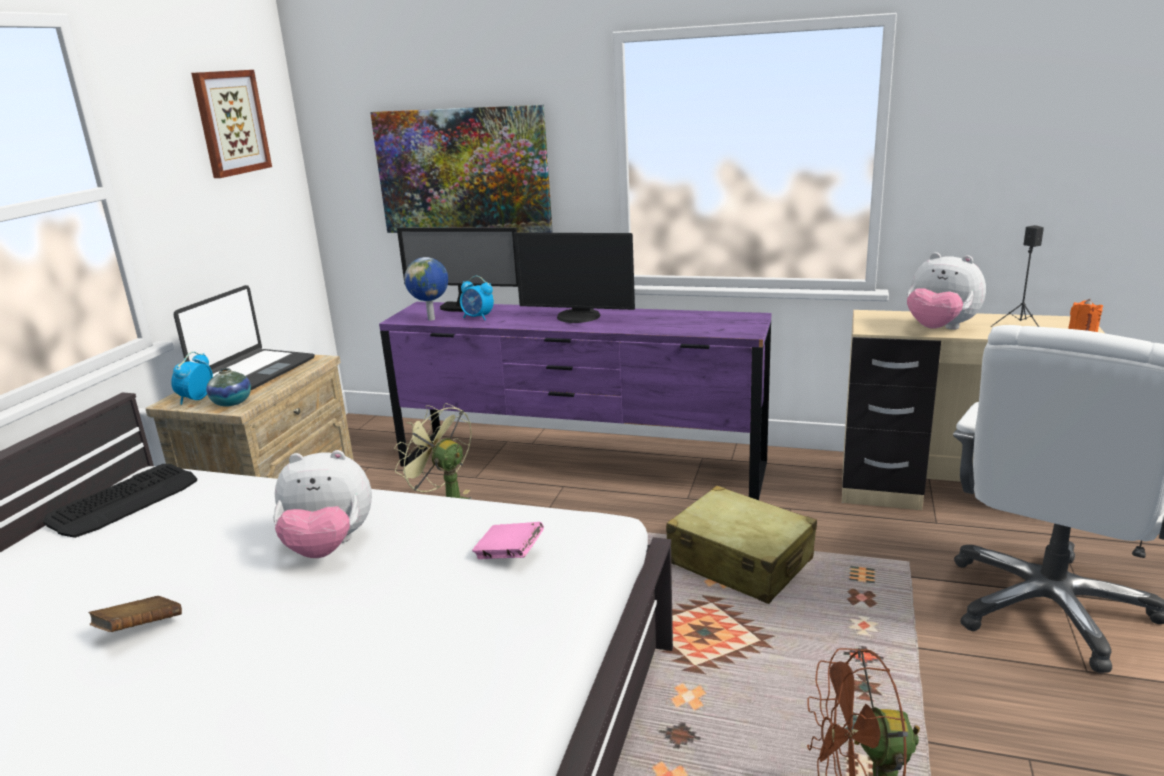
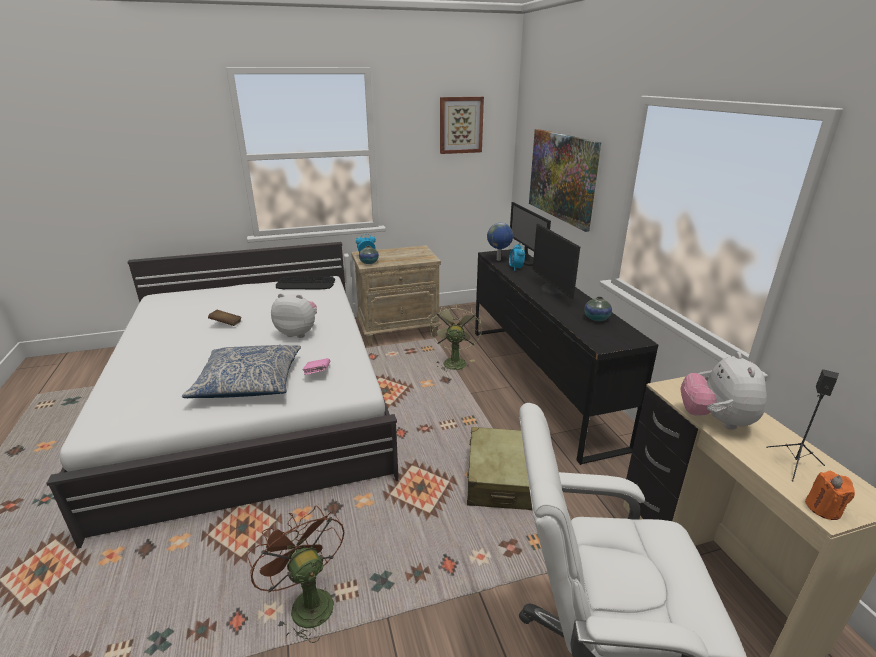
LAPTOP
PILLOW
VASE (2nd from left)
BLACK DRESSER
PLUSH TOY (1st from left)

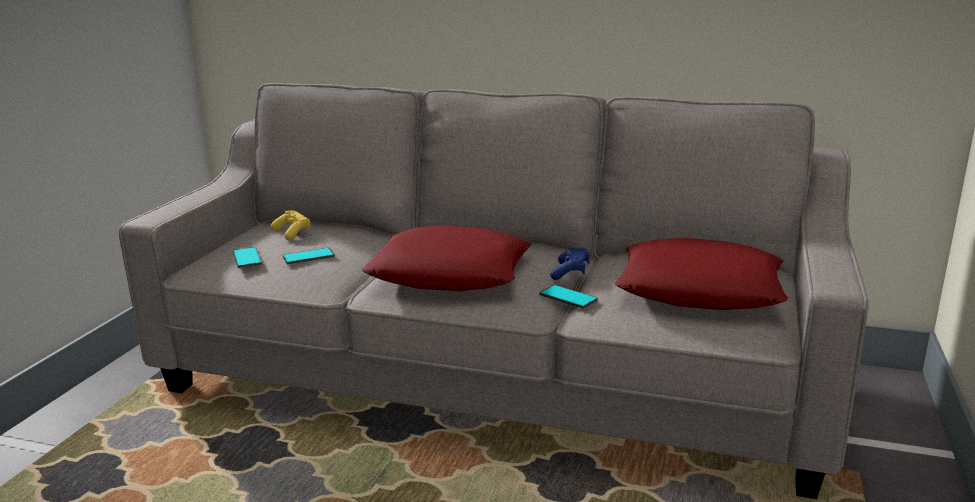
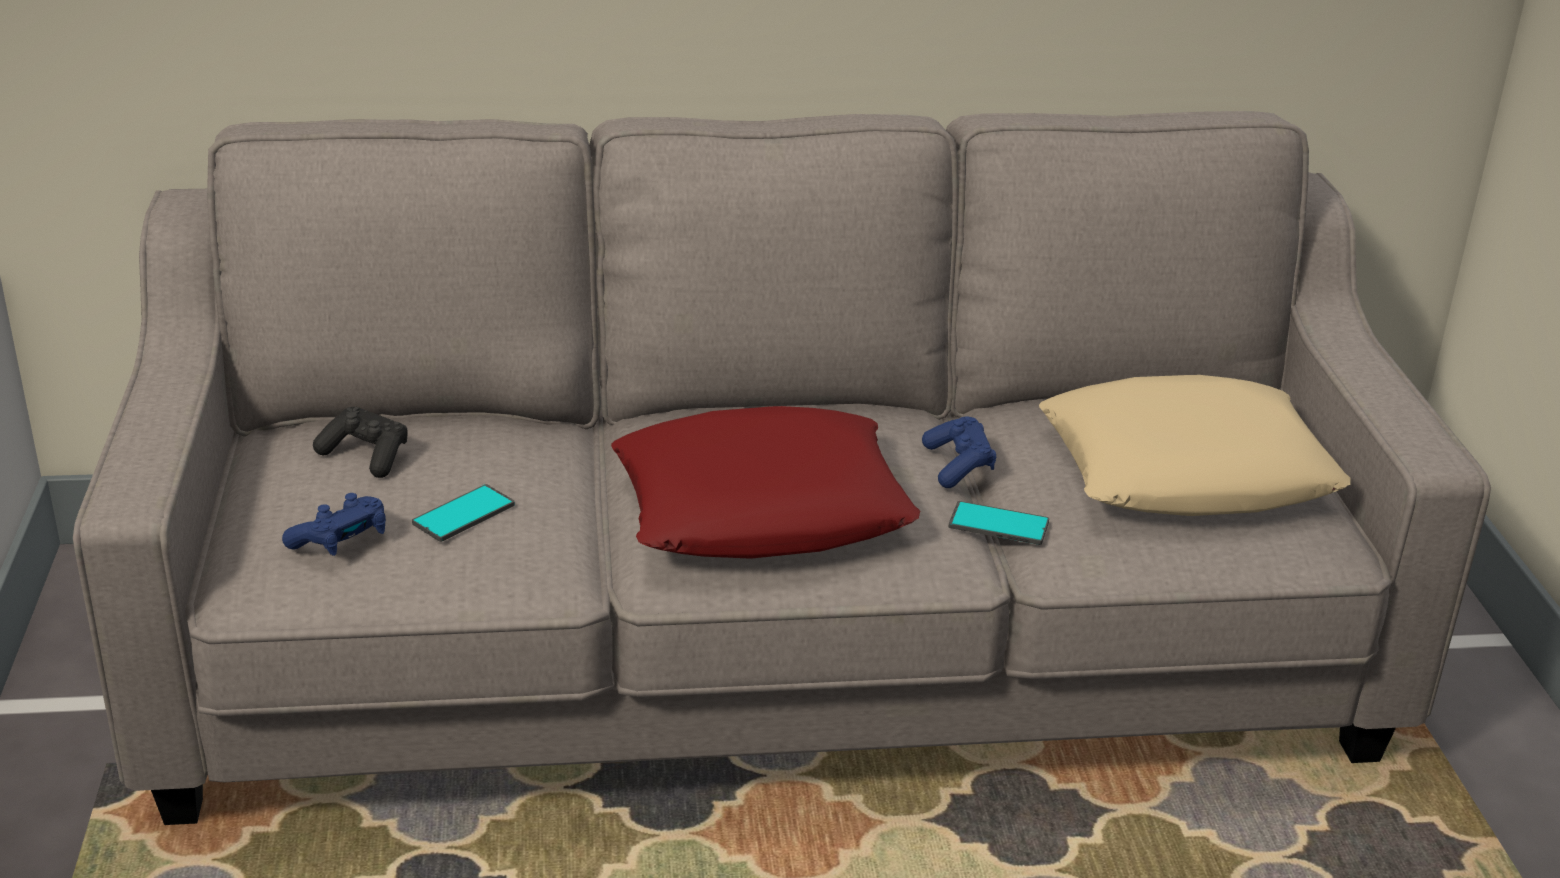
BLUE GAME CONTROLLER (1st from left)
BLACK GAME CONTROLLER
BEIGE PILLOW

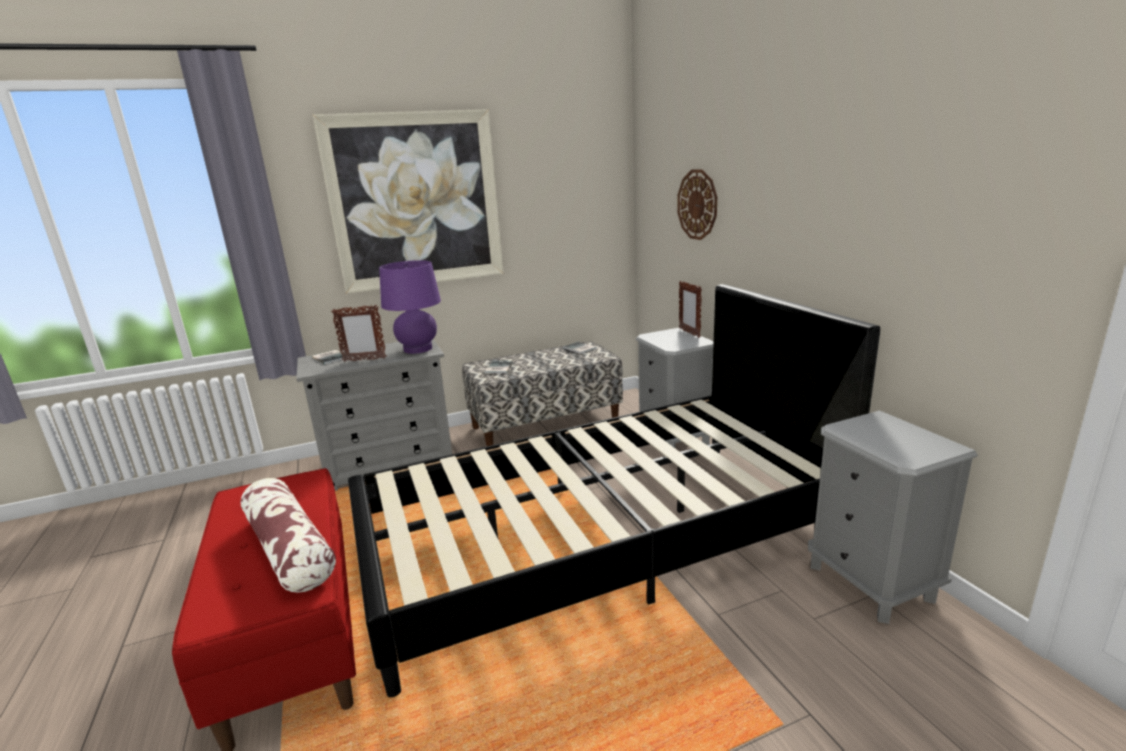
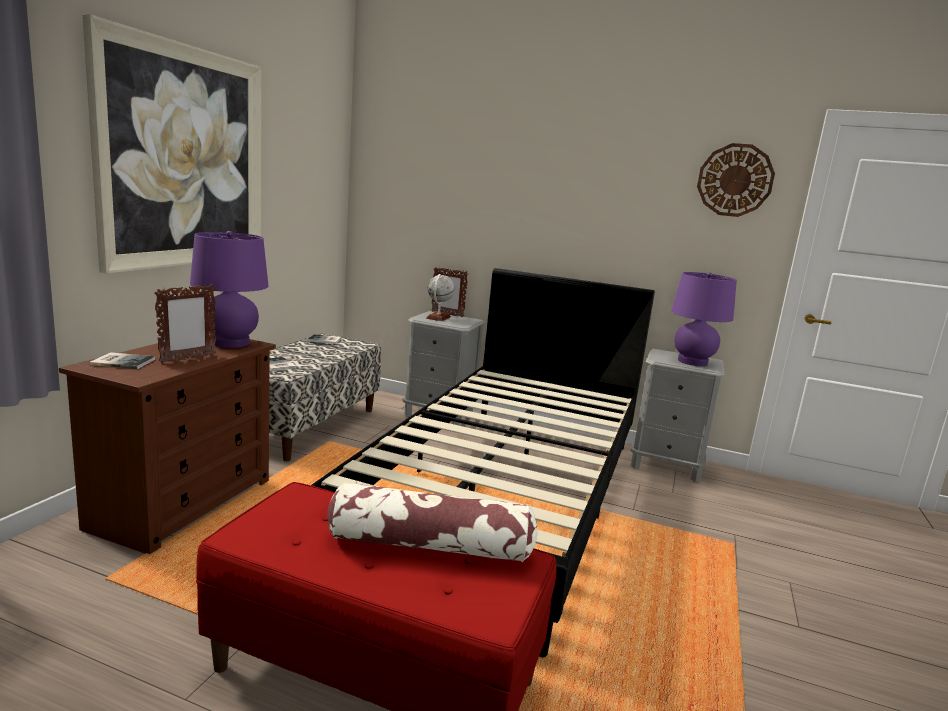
GLOBE
PURPLE TABLE LAMP (2nd from left)
WALL CLOCK
BROWN DRESSER

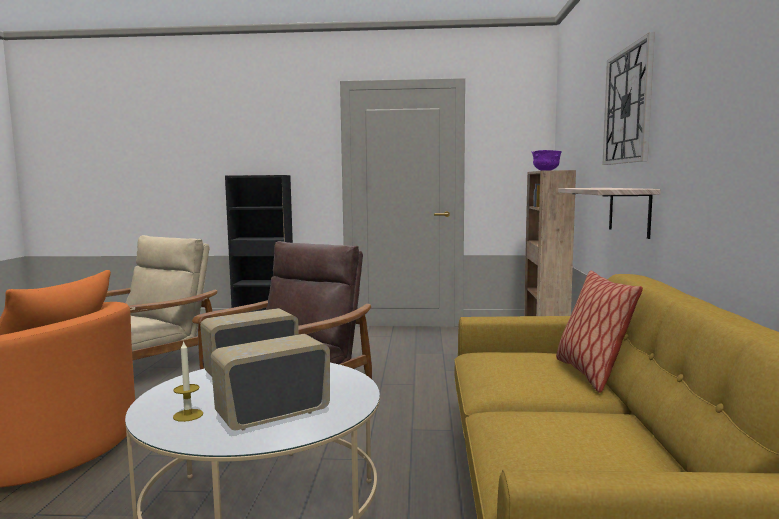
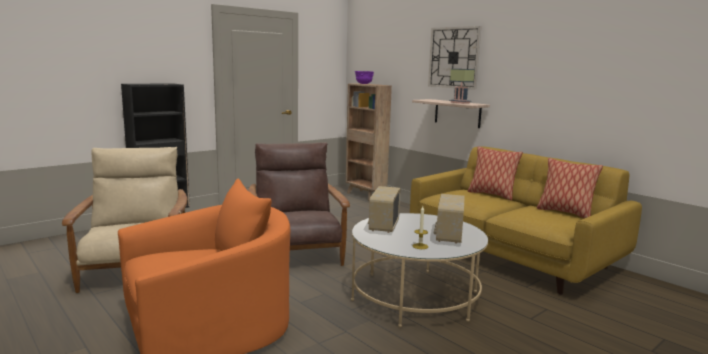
TABLE LAMP
PILLOW (2nd from left)

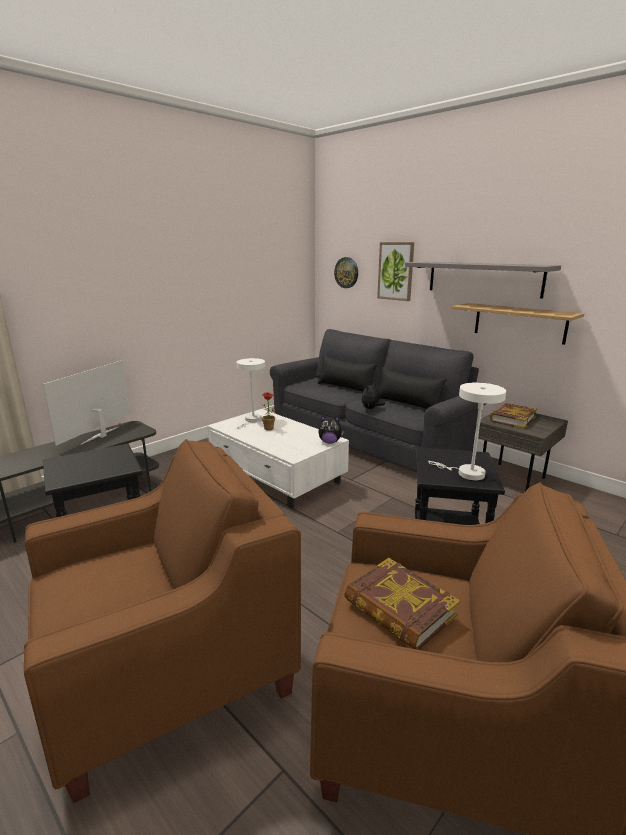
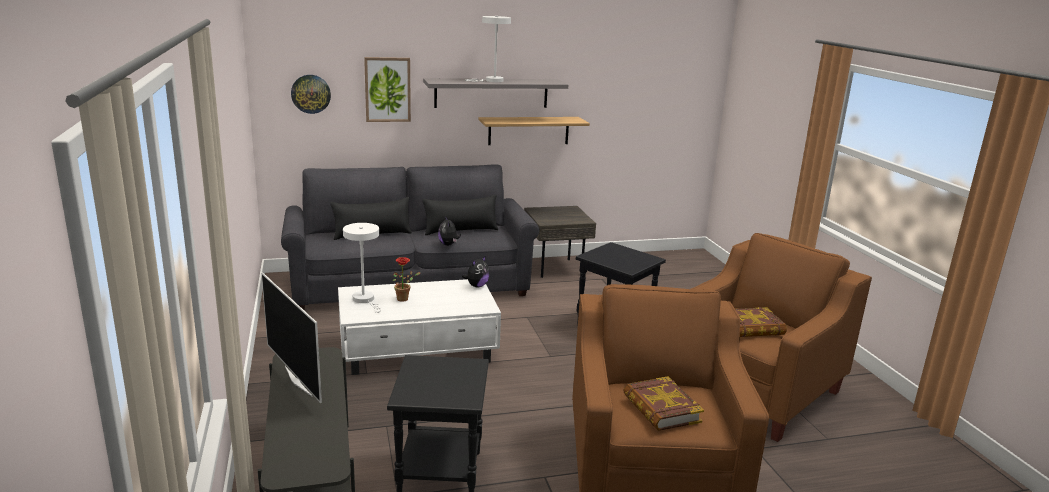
WHITE TABLE LAMP (2nd from left)
BOOK (1st from left)

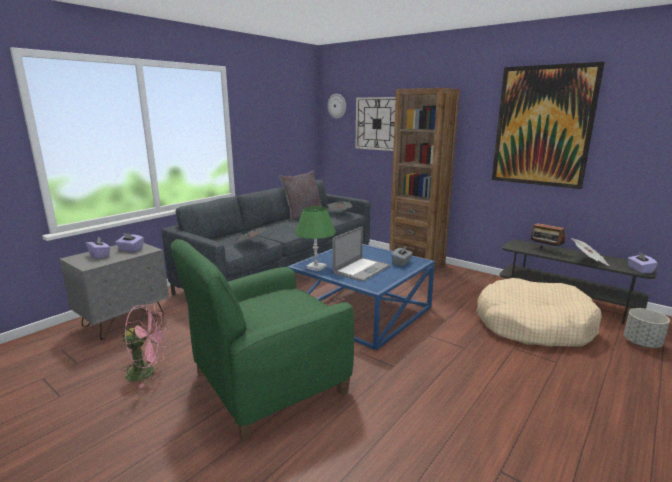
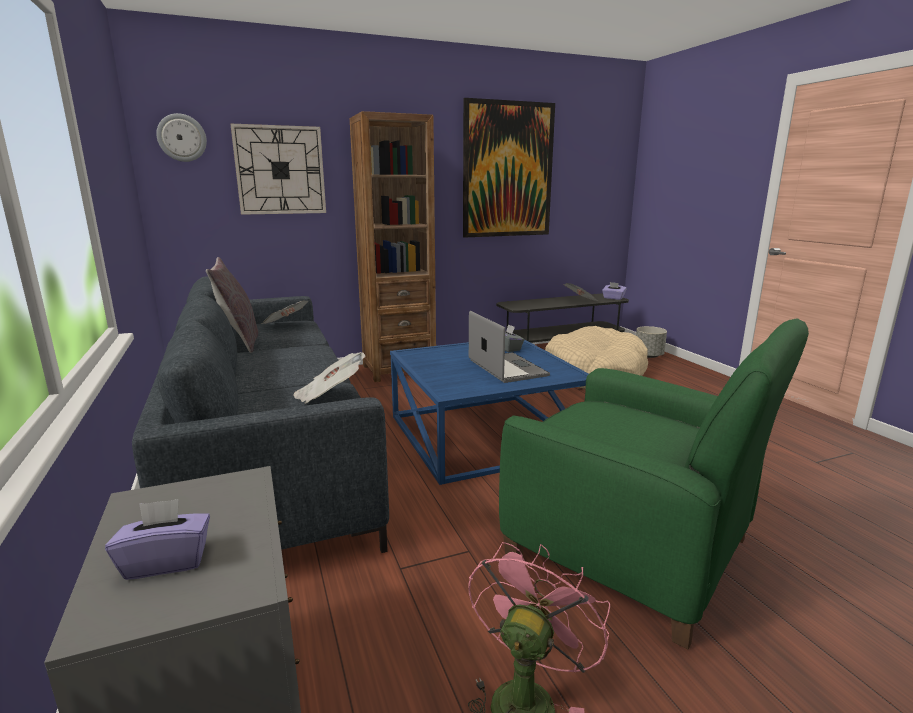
PURPLE TISSUE BOX (2nd from left in the first image)
GREEN TABLE LAMP
RADIO
GREEN ARMCHAIR

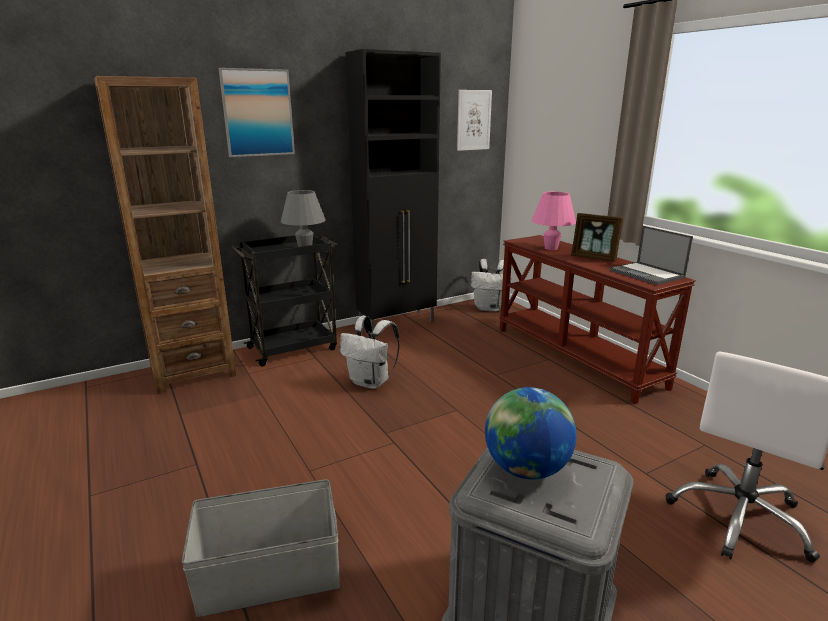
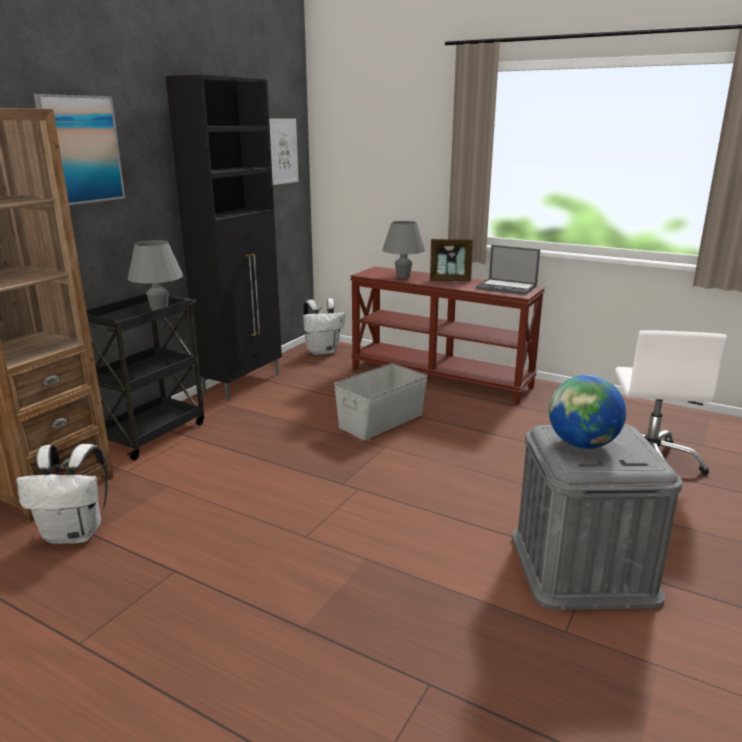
GREY STORAGE BOX (1st from left)
WHITE BACKPACK (1st from left)
GREY TABLE LAMP (2nd from left)

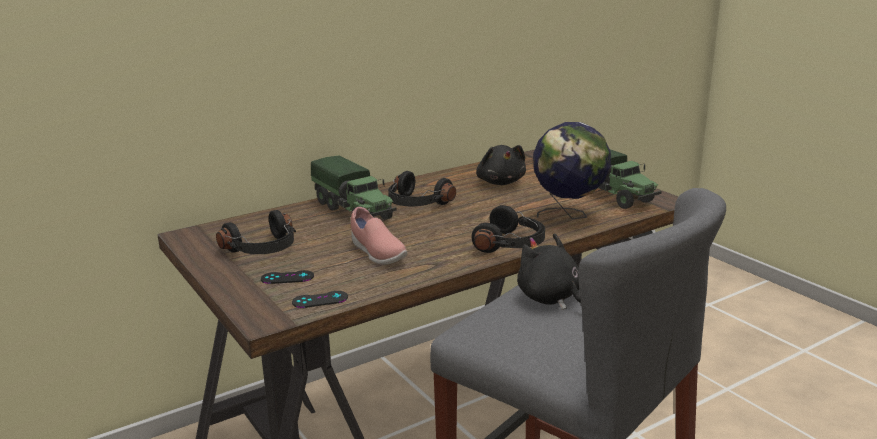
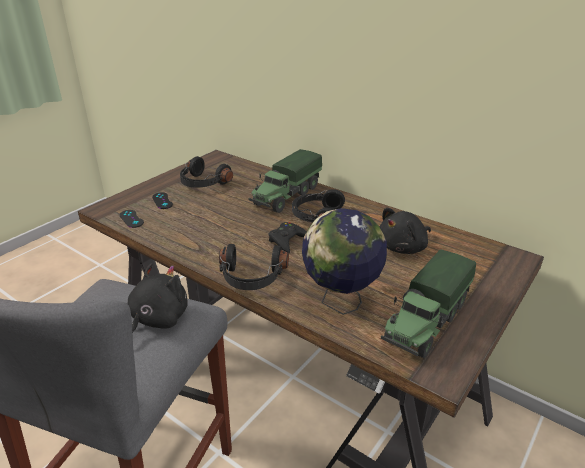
PINK SHOE
BLACK GAME CONTROLLER (3rd from left)

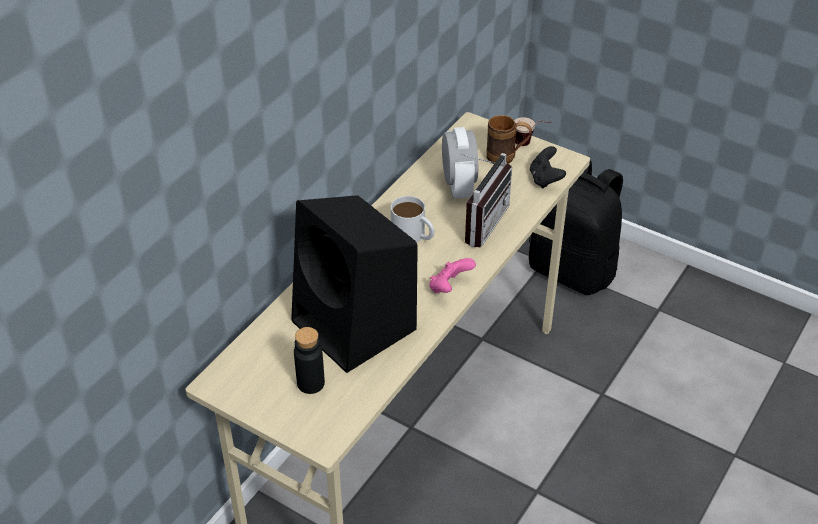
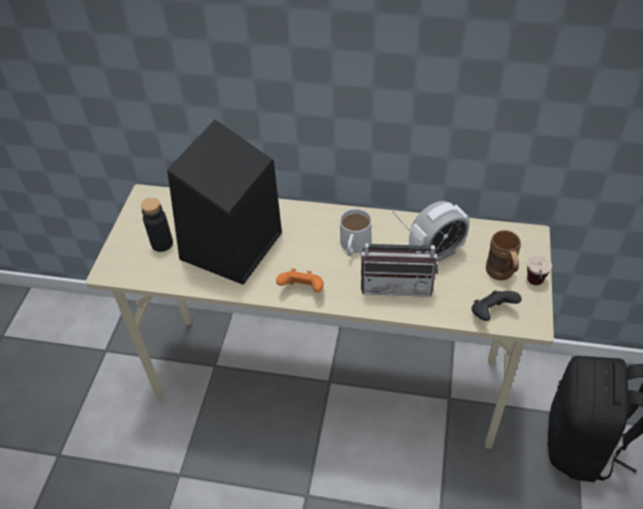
ORANGE GAME CONTROLLER

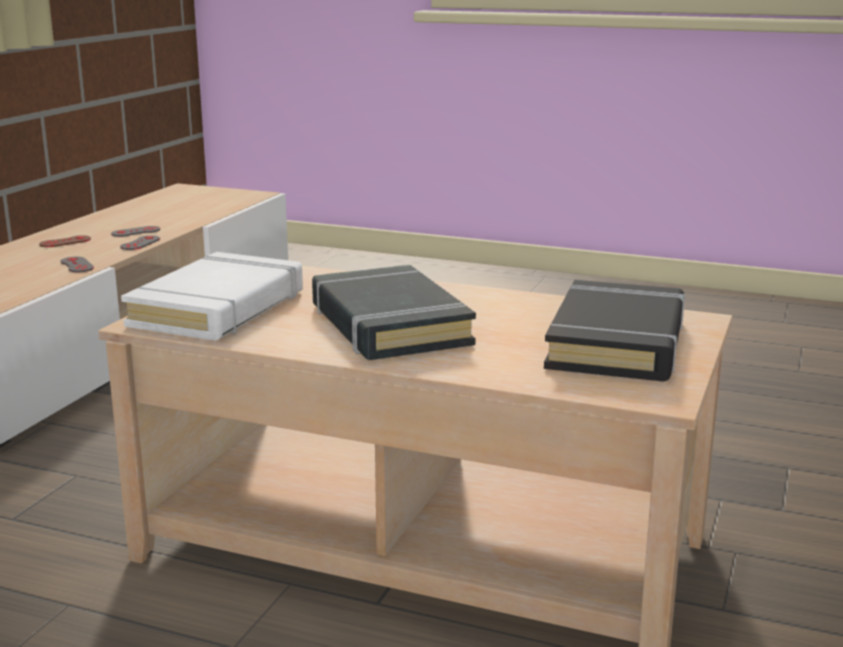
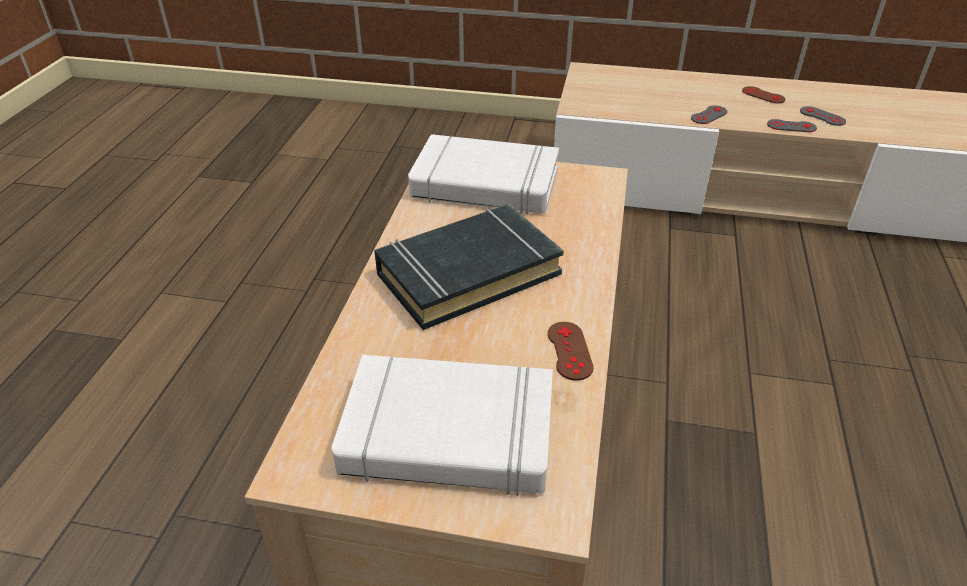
BROWN GAME CONTROLLER (1st from left)
WHITE BOOK (1st from left)

